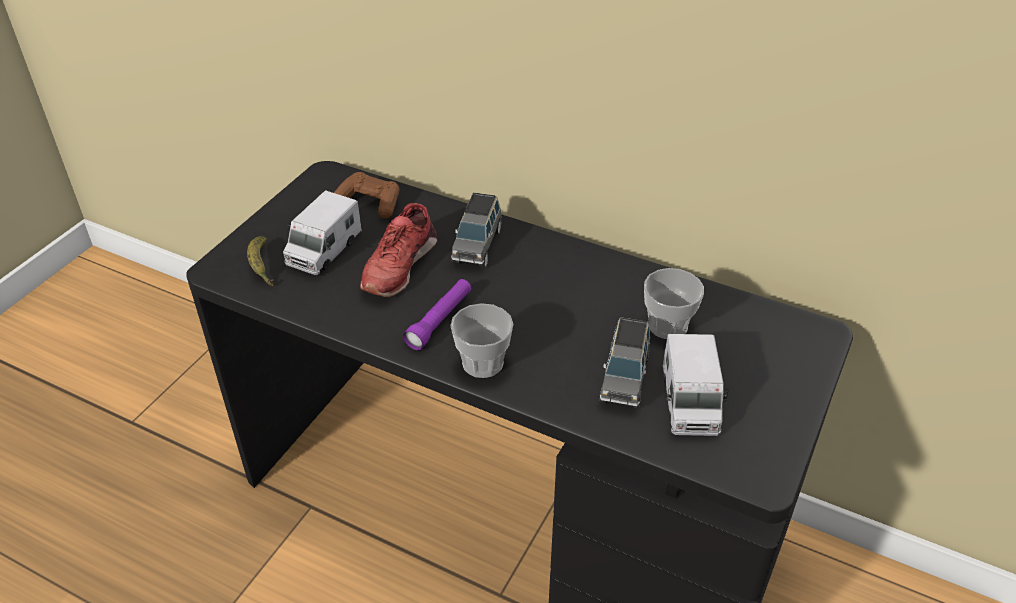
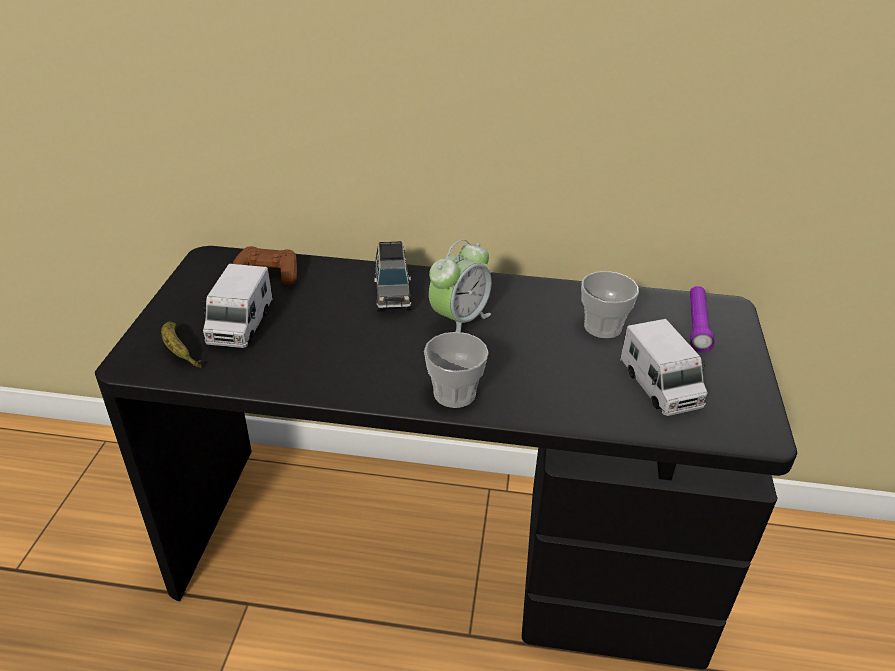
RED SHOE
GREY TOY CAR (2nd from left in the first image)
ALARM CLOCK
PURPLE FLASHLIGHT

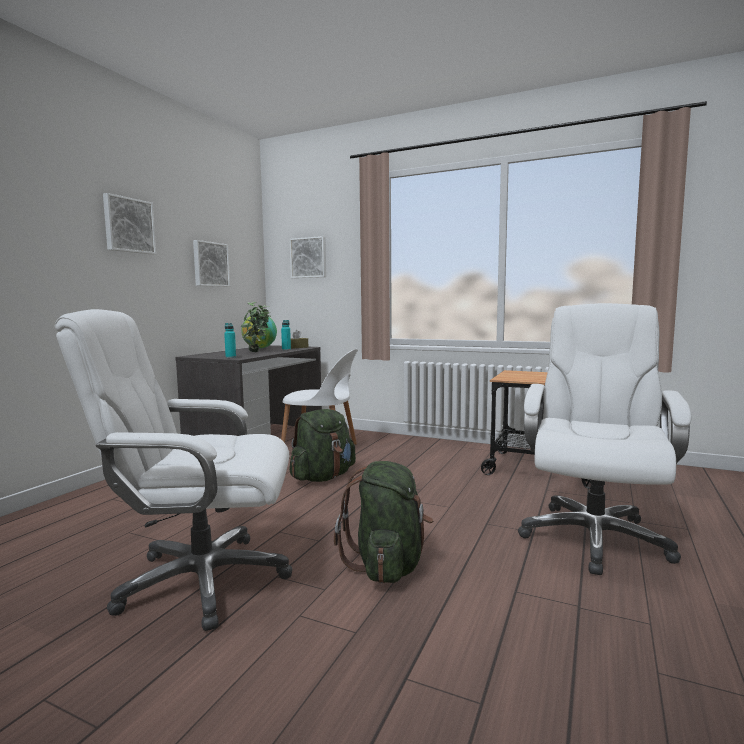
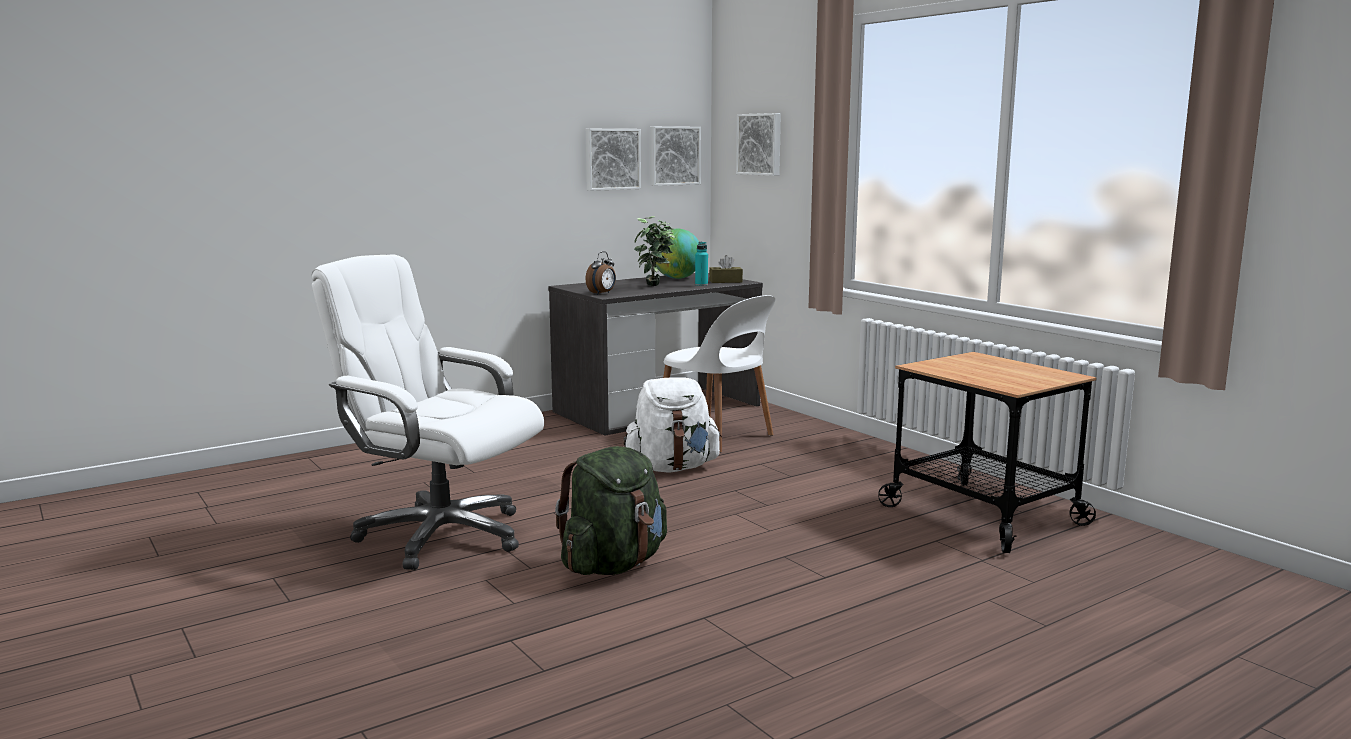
WHITE OFFICE CHAIR (2nd from left in the first image)
PICTURE (2nd from left)
ALARM CLOCK
WHITE BACKPACK

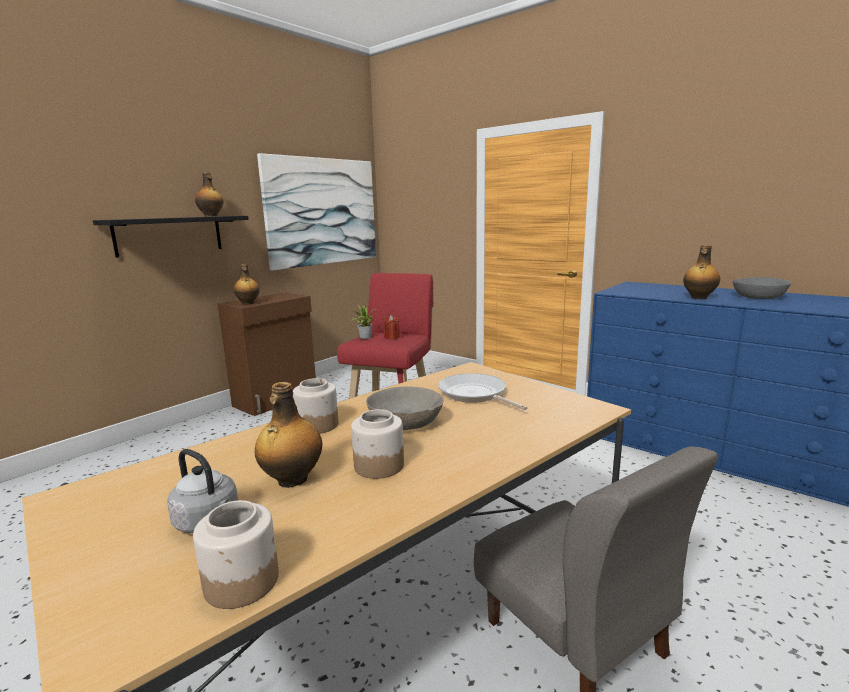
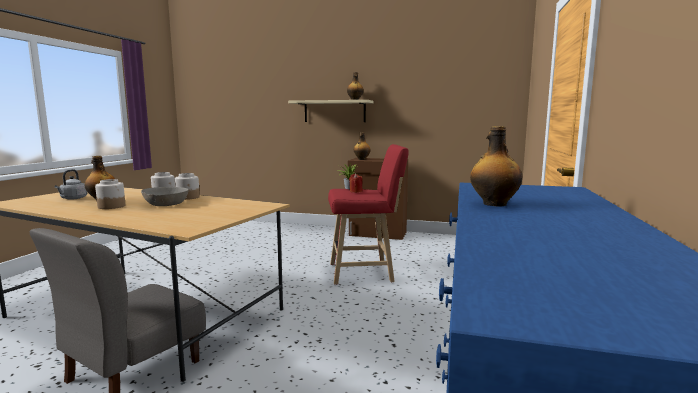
PICTURE
FRYING PAN
GREY BOWL (2nd from left in the first image)
JAR (3rd from left)
BEIGE SHELF

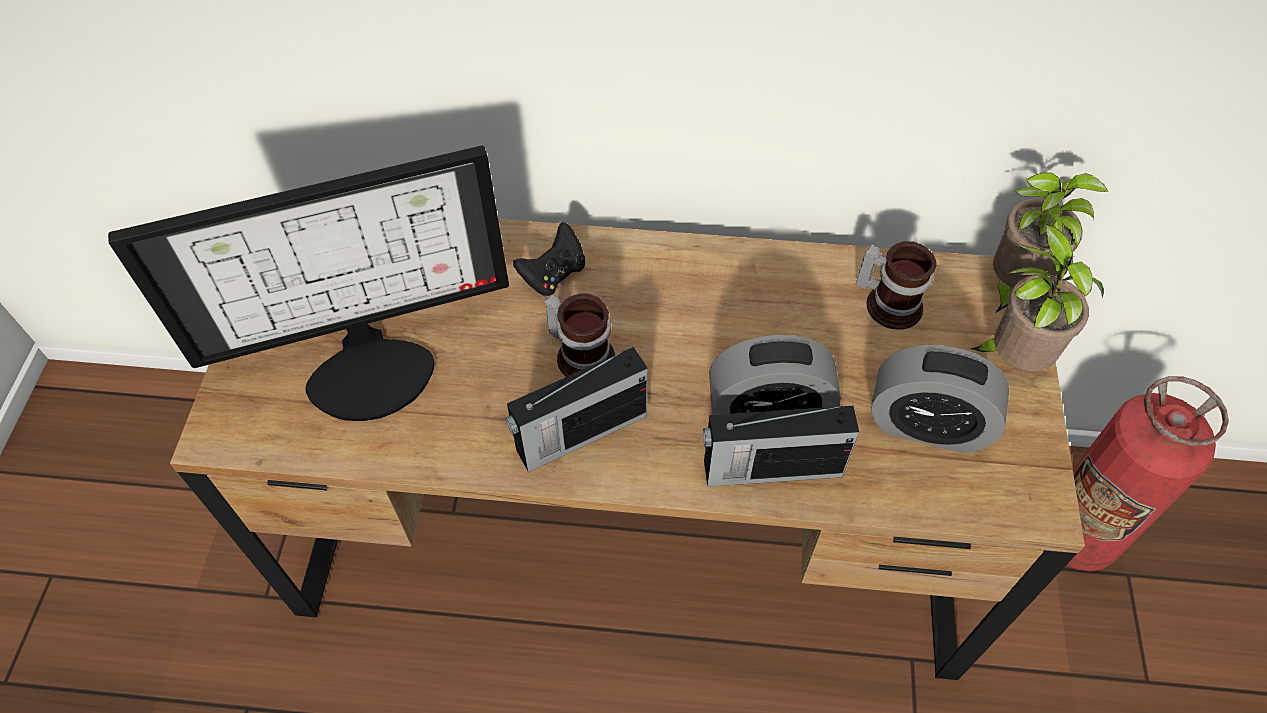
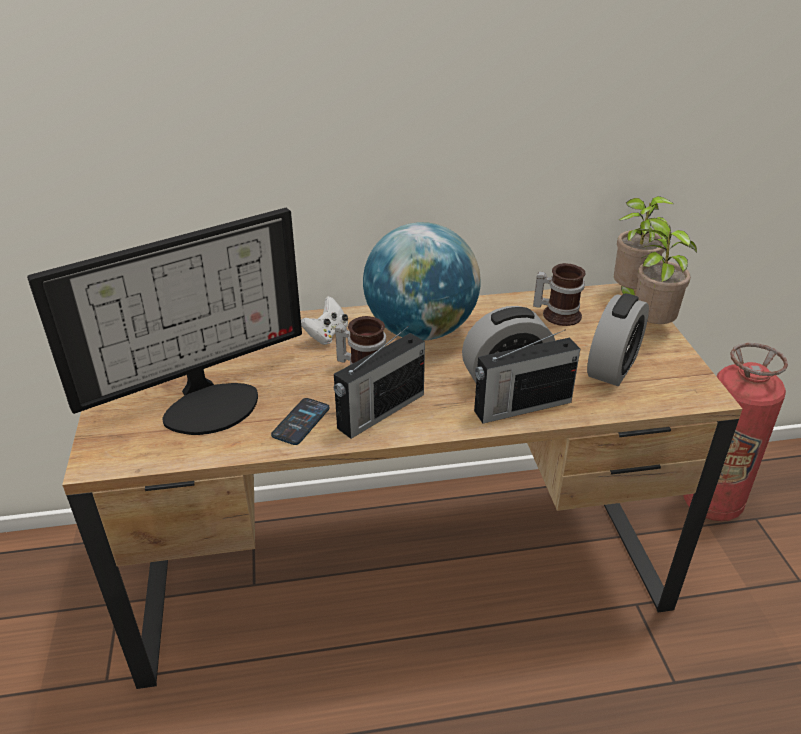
PHONE
GLOBE
WHITE GAME CONTROLLER
ALARM CLOCK (2nd from left)

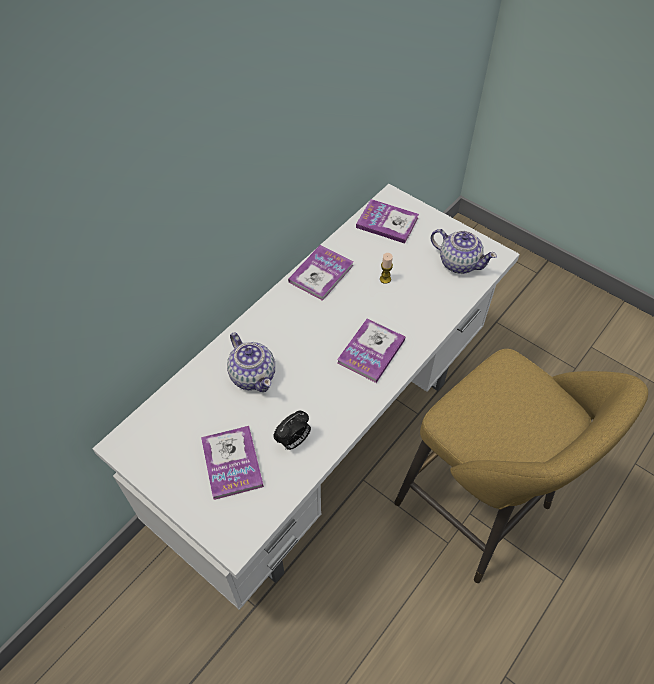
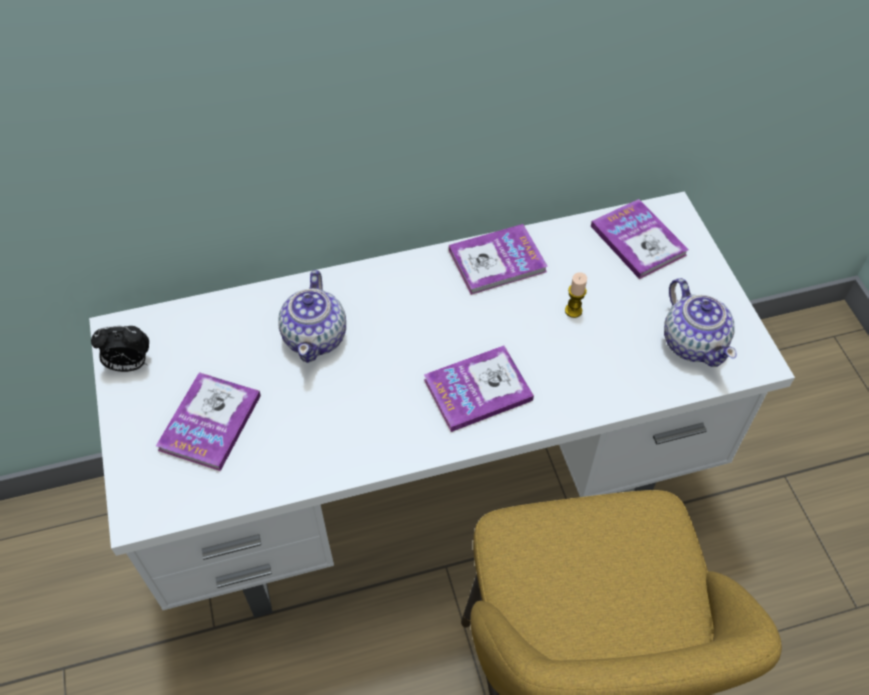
ALARM CLOCK

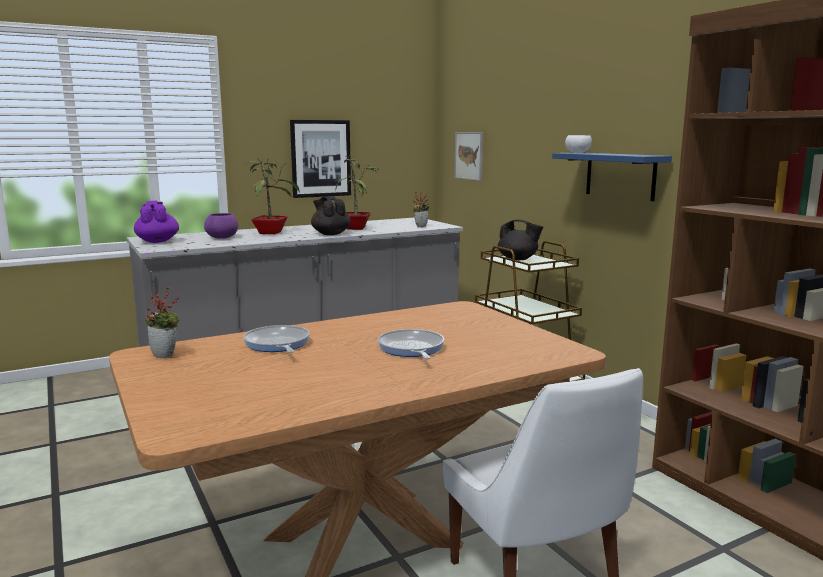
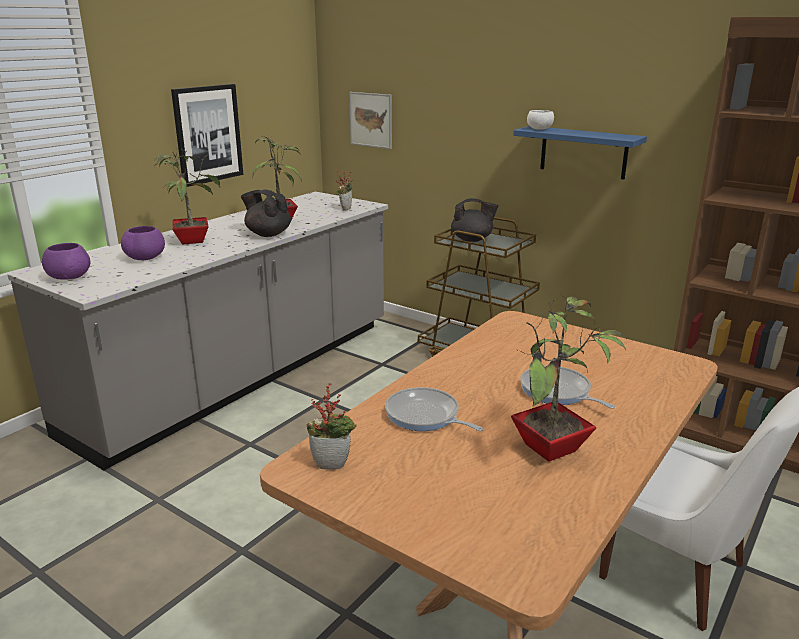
POTTED PLANT (5th from left)
PURPLE BOWL (1st from left)

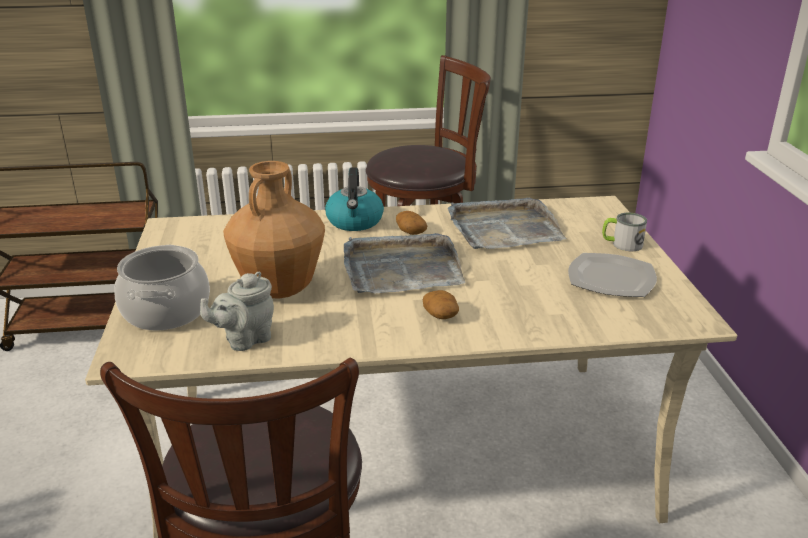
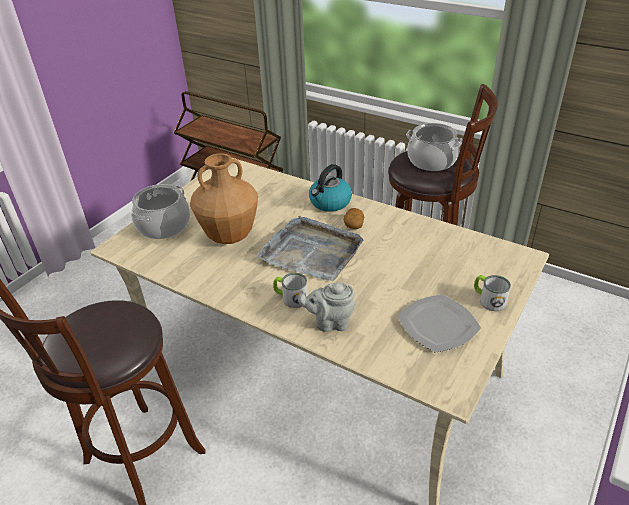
GREY TRAY (2nd from left in the first image)
COOKING POT (2nd from left)
GREY TEAPOT
MUG (1st from left)

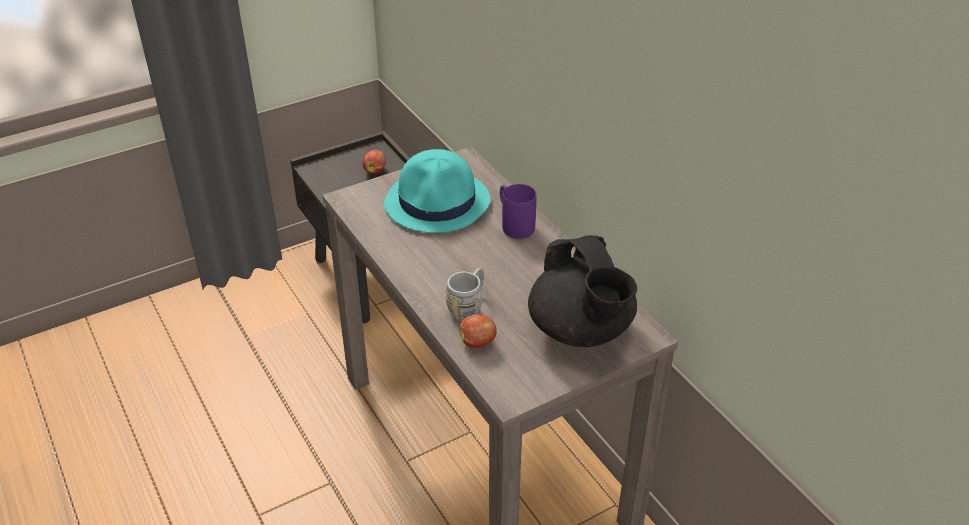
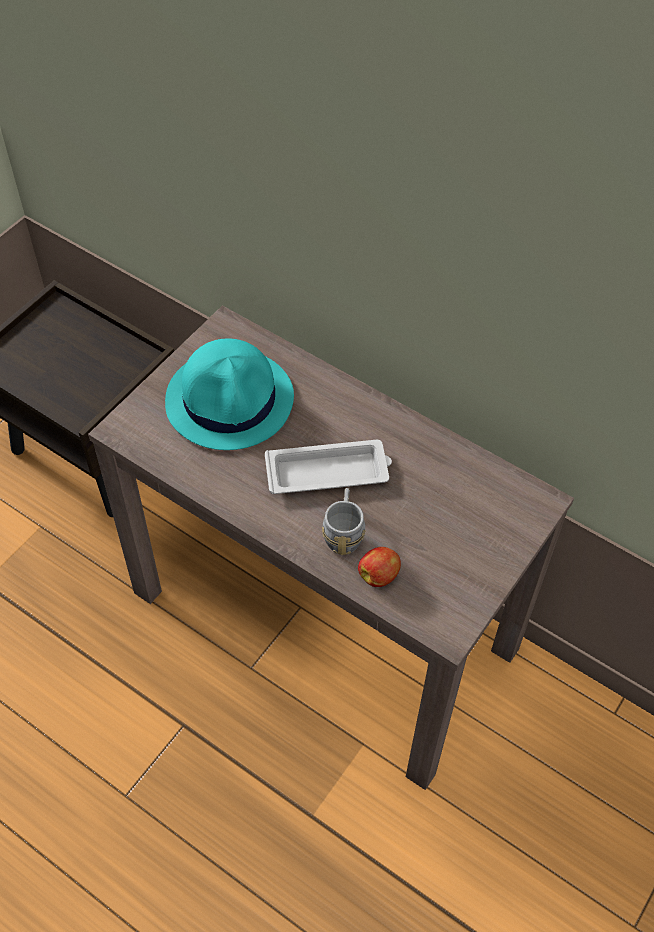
APPLE (1st from left in the first image)
PURPLE MUG
BLACK TEAPOT
WHITE TRAY

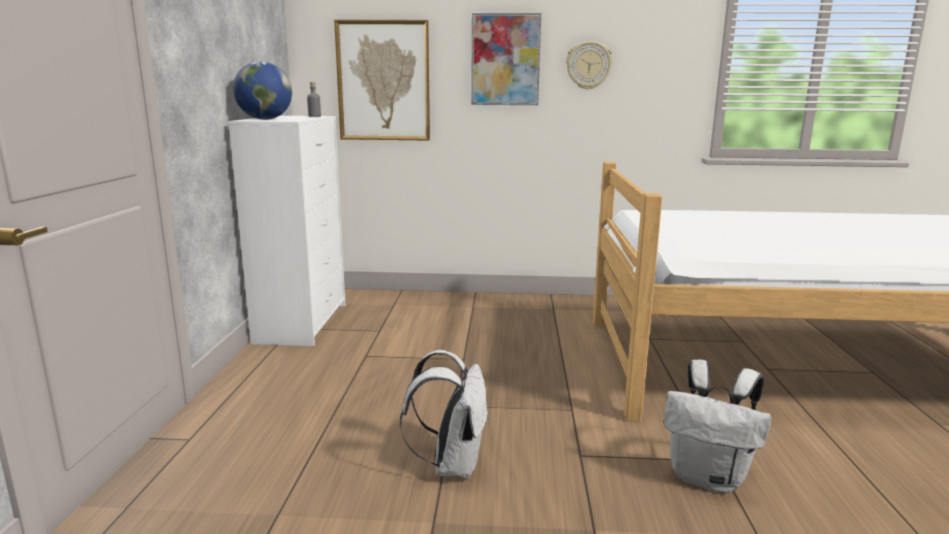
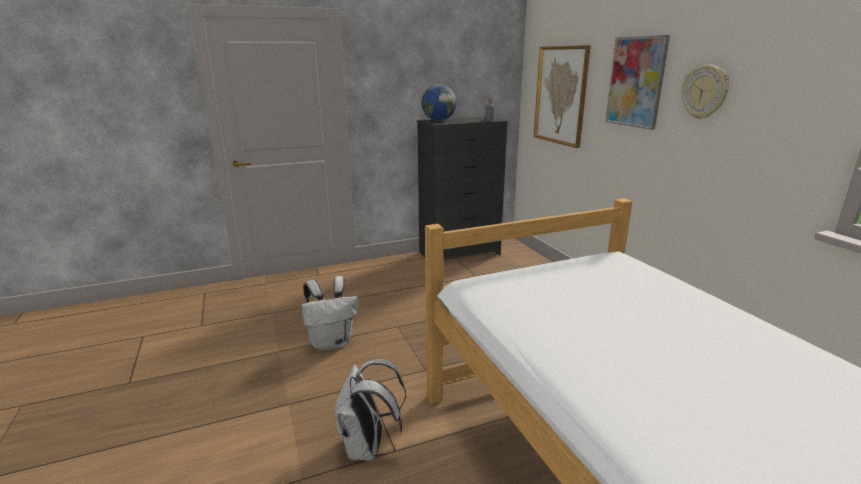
BLACK DRESSER

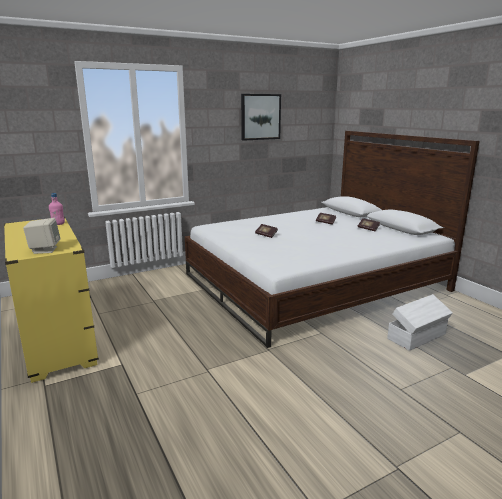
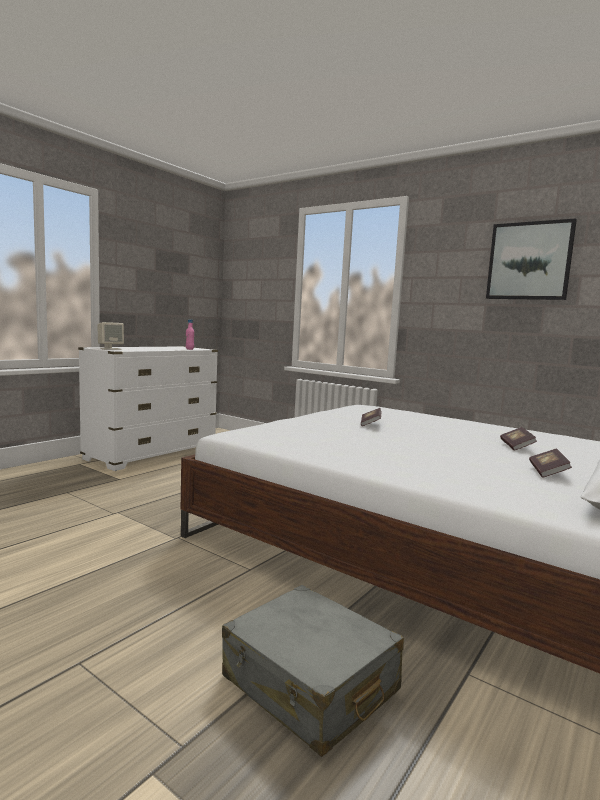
GREY SUITCASE
WHITE DRESSER

